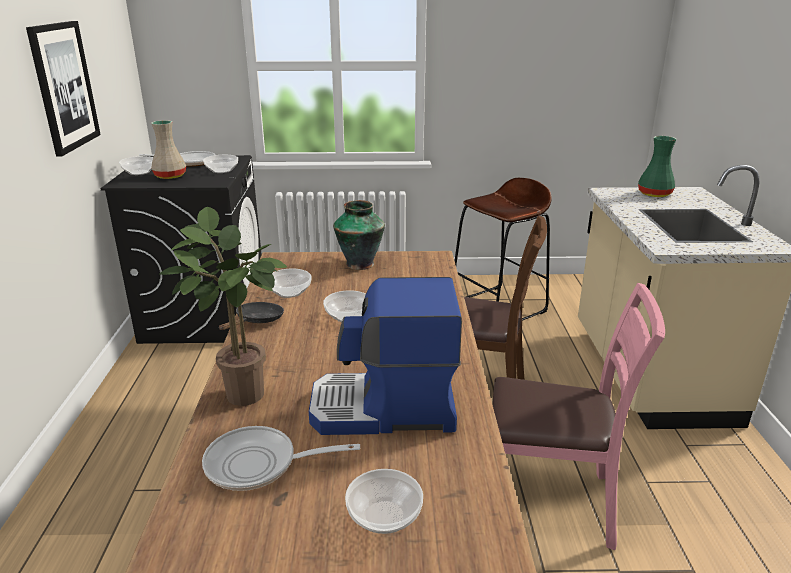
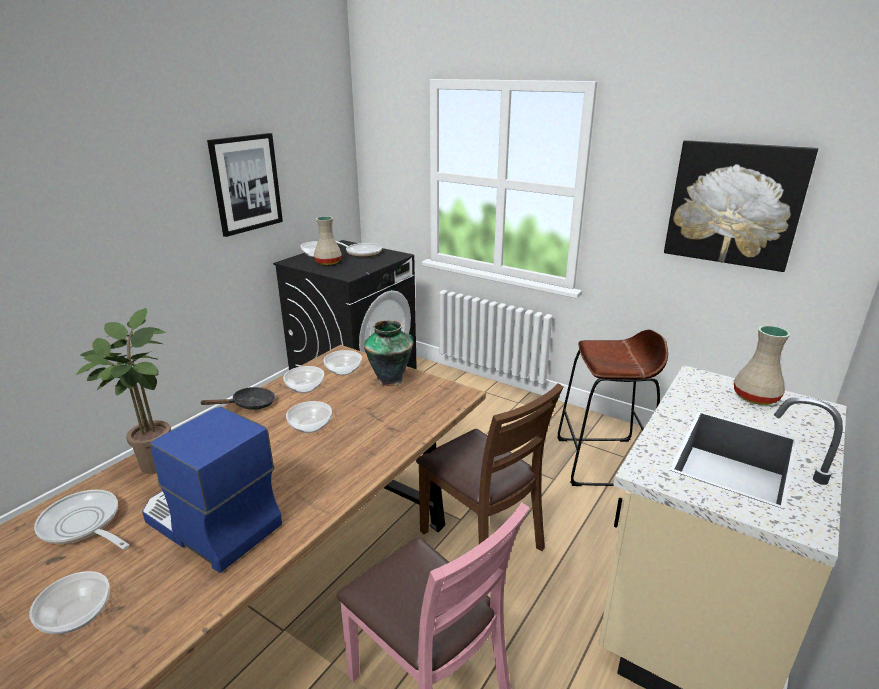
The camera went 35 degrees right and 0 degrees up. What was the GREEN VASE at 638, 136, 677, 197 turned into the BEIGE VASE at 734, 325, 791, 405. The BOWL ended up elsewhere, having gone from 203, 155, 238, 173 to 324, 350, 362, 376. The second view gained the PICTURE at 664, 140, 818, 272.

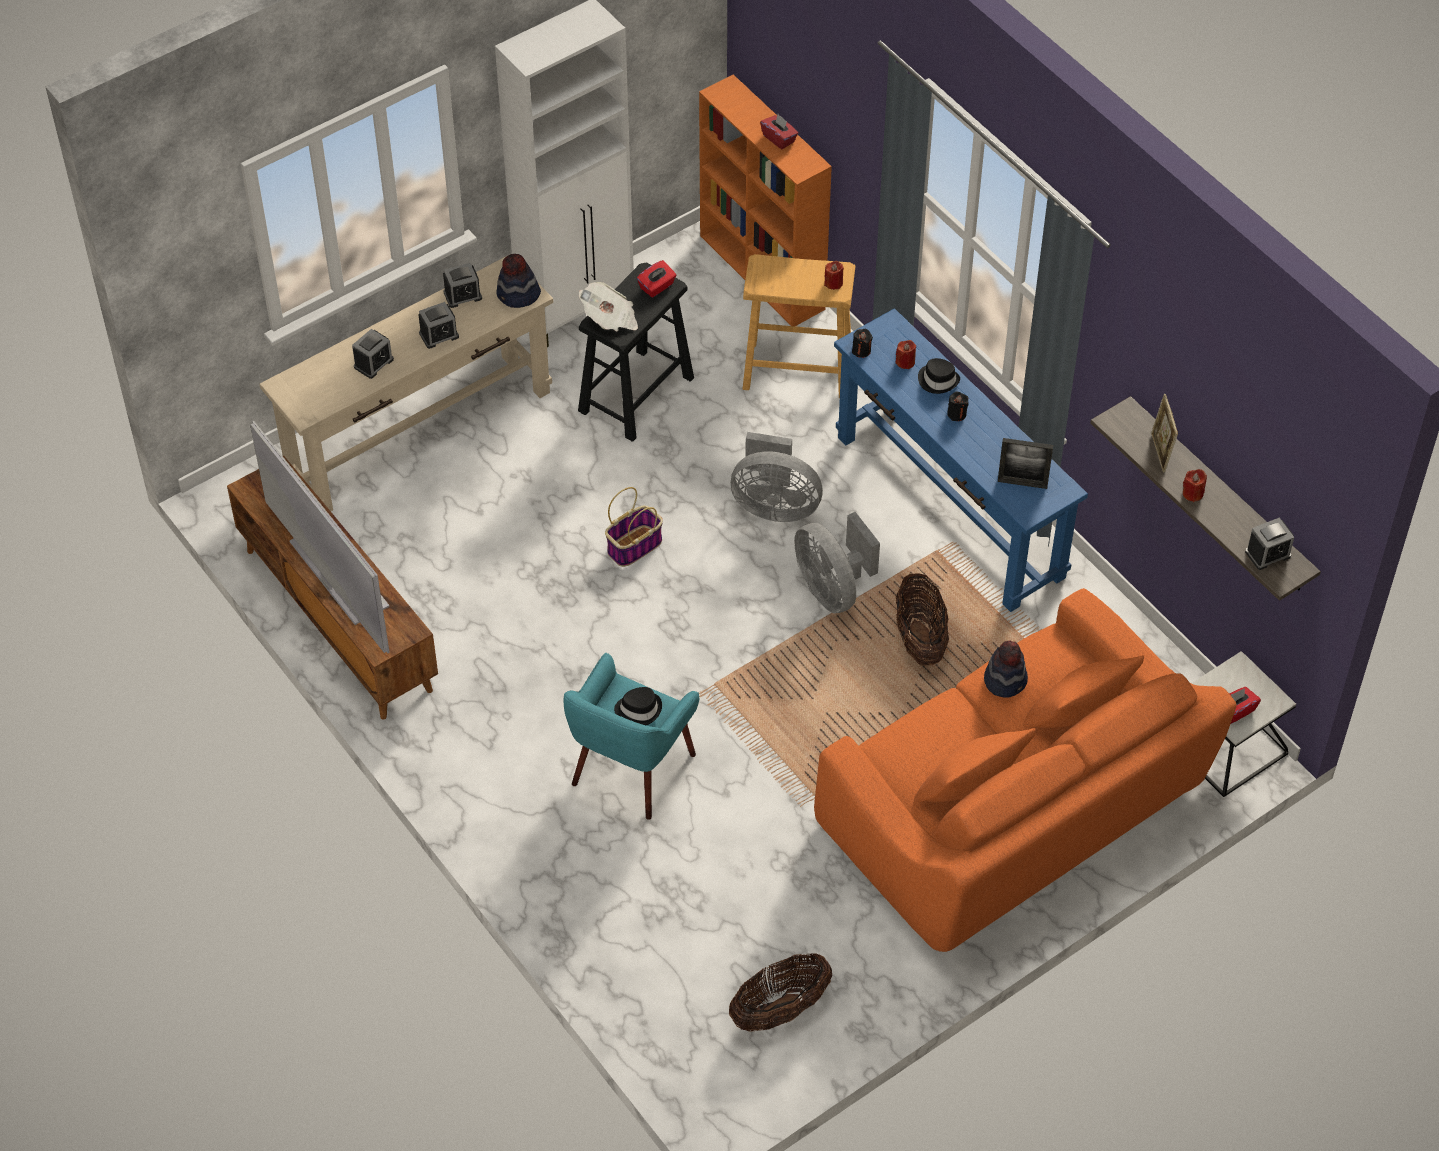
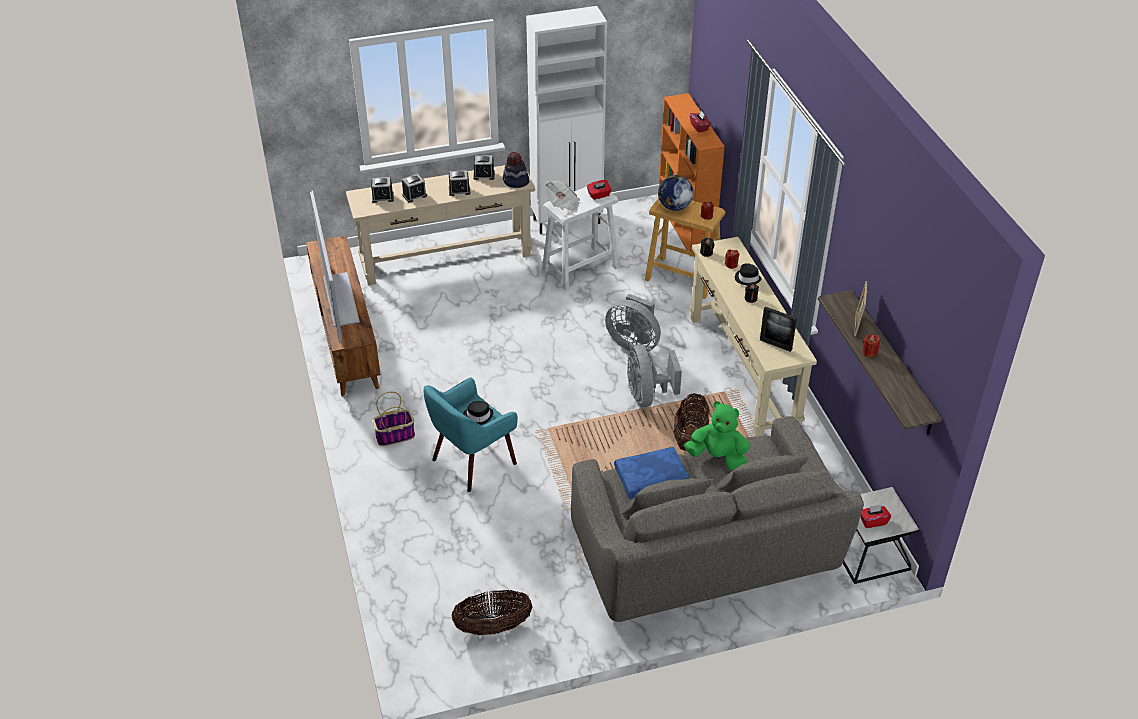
The camera went 20 degrees right and 10 degrees down. What was the BLACK STOOL at 578, 262, 694, 442 turned into the WHITE STOOL at 542, 186, 619, 291. What was the BLUE CONSOLE TABLE at 834, 308, 1088, 612 turned into the BEIGE CONSOLE TABLE at 689, 237, 817, 436. The BASKET ended up elsewhere, having gone from 605, 487, 663, 567 to 373, 392, 415, 446. The ALARM CLOCK ended up elsewhere, having gone from 1245, 518, 1294, 570 to 371, 177, 394, 203. What was the ORANGE SOFA at 814, 588, 1236, 952 turned into the GREY SOFA at 571, 416, 864, 622. Where the HAT stood at 984, 640, 1028, 698, the GREEN PLUSH TOY came to stand at 684, 401, 750, 470. The second view gained the GLOBE at 658, 175, 694, 211. The second view gained the BLUE PILLOW at 614, 447, 690, 499.

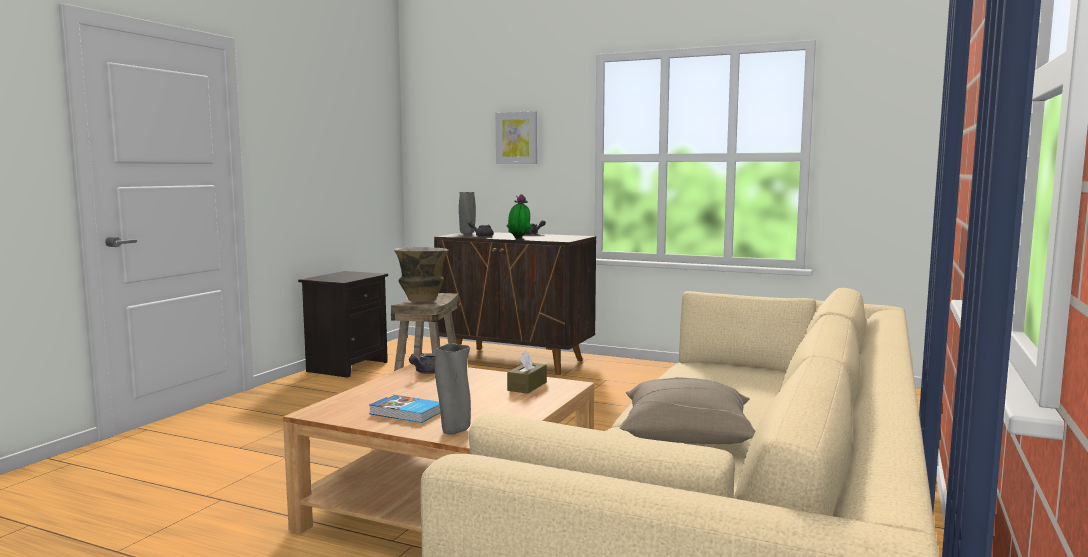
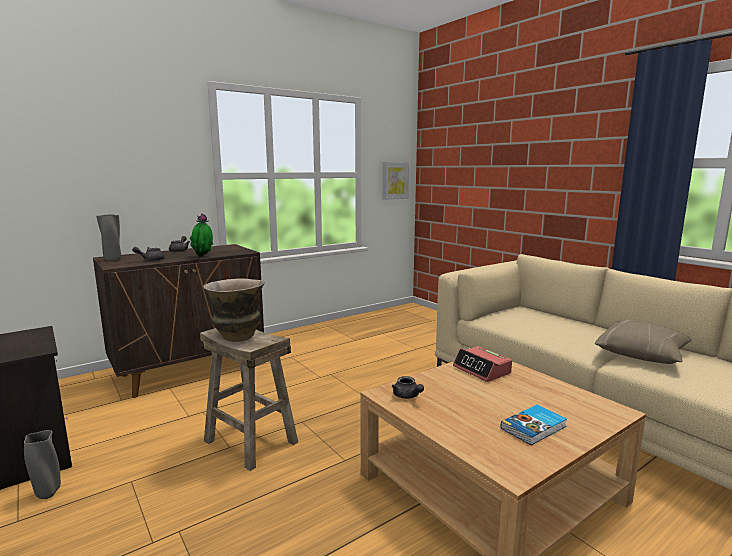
The camera went 60 degrees left and 5 degrees up. The PICTURE ended up elsewhere, having gone from 496, 111, 537, 164 to 383, 162, 409, 200. The GREY VASE ended up elsewhere, having gone from 435, 343, 471, 435 to 24, 430, 61, 499. Where the BROWN TISSUE BOX stood at 507, 350, 547, 394, the ALARM CLOCK came to stand at 453, 346, 512, 382.

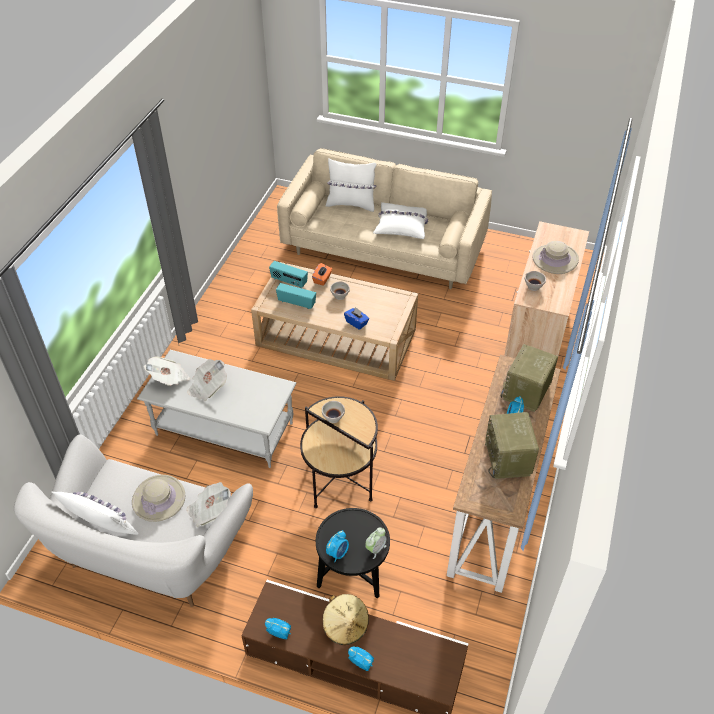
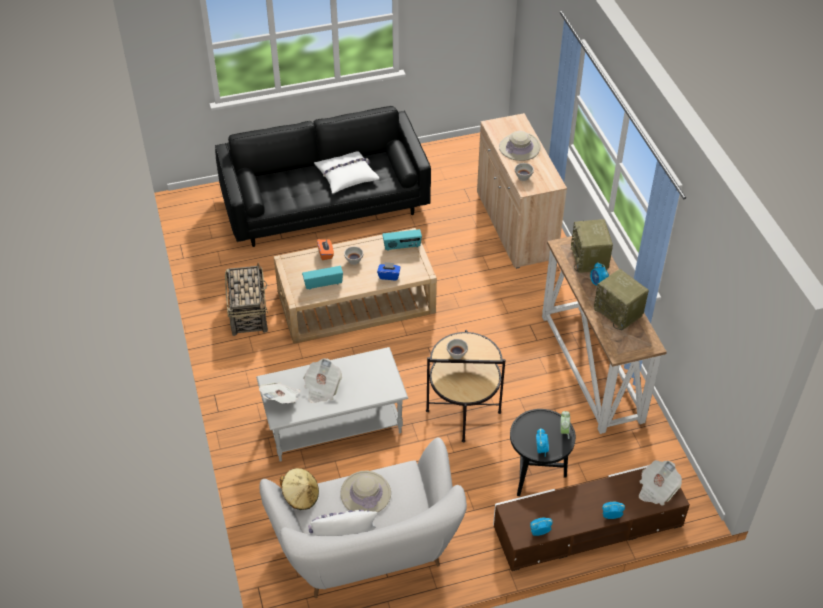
The camera went 35 degrees left and 0 degrees up. What was the BEIGE SOFA at 277, 148, 492, 289 turned into the BLACK SOFA at 215, 106, 431, 247. The second view lost the WHITE PILLOW at 326, 158, 376, 212. The RADIO ended up elsewhere, having gone from 269, 261, 308, 288 to 382, 229, 422, 251. The NEWSPAPER ended up elsewhere, having gone from 186, 482, 231, 527 to 639, 460, 682, 505. The BEIGE HAT ended up elsewhere, having gone from 323, 594, 369, 645 to 280, 468, 319, 510. The second view gained the BASKET at 225, 263, 268, 336.

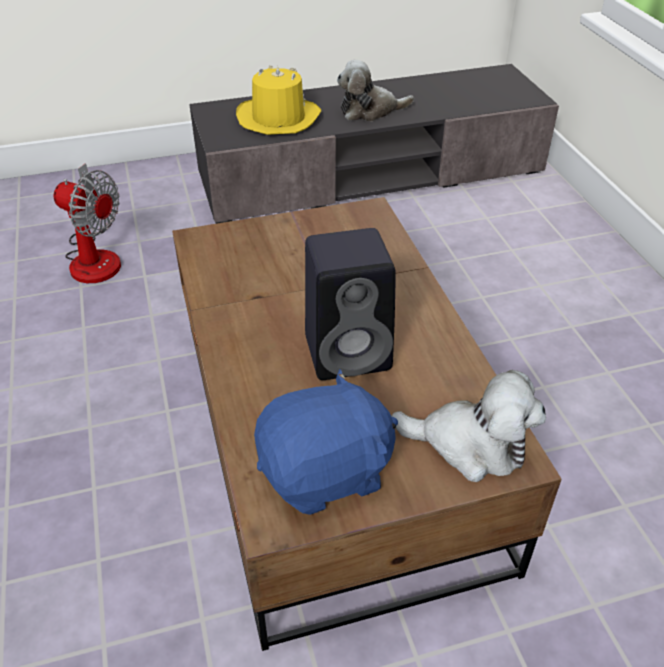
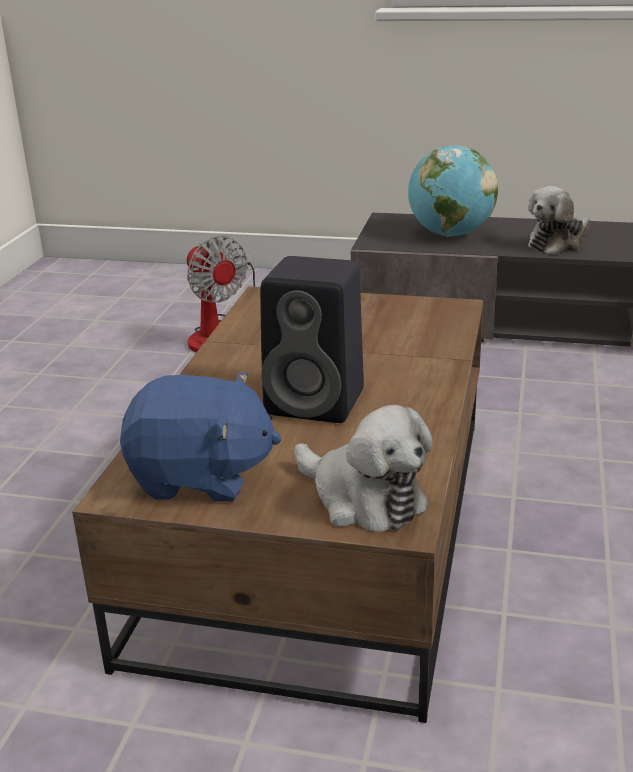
The camera went 30 degrees right and 15 degrees down. The PLUSH TOY at 337, 60, 414, 121 ended up facing another way, 60 degrees counterclockwise from before. Where the YELLOW HAT stood at 236, 66, 321, 135, the GLOBE came to stand at 408, 145, 498, 237.

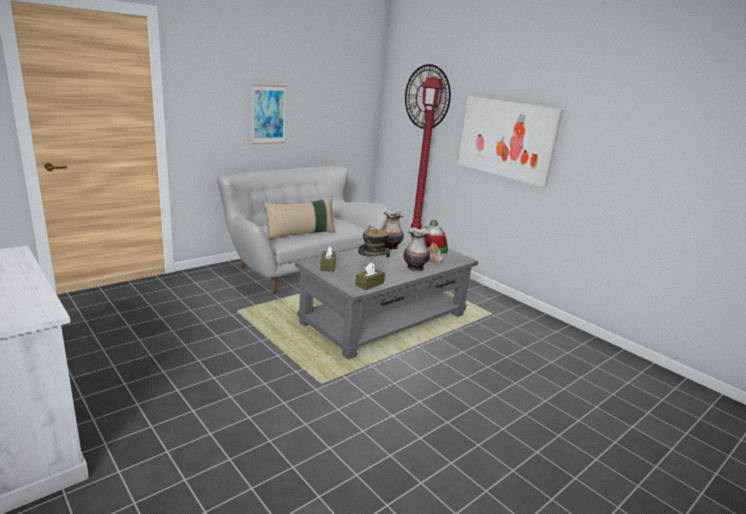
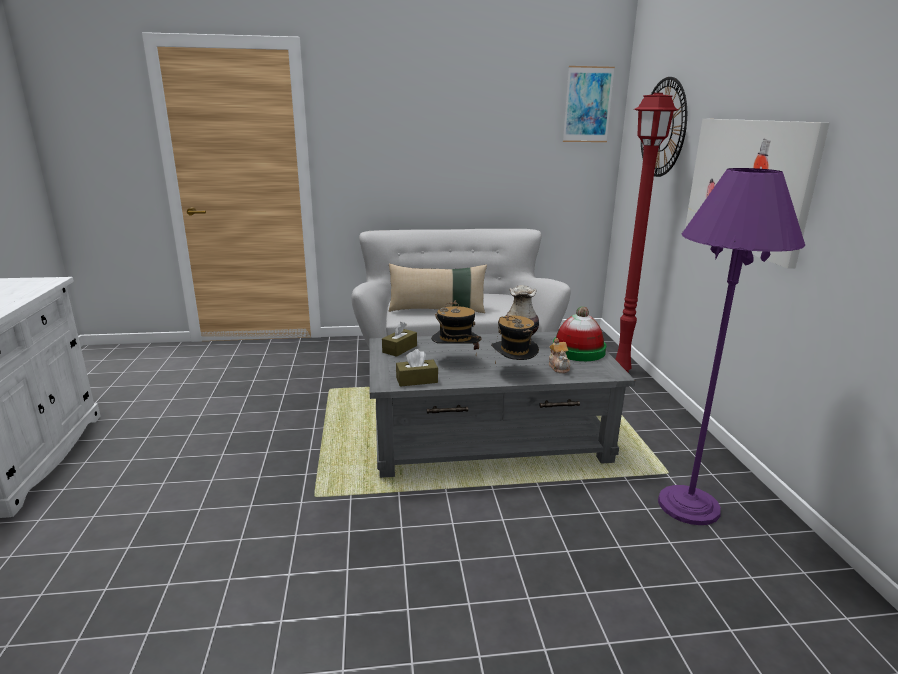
The camera went 35 degrees right and 0 degrees up. The PICTURE ended up elsewhere, having gone from 252, 85, 286, 144 to 563, 66, 615, 142. Where the VASE stood at 404, 227, 430, 271, the HAT came to stand at 491, 315, 539, 365. The second view gained the PURPLE FLOOR LAMP at 658, 168, 805, 525.

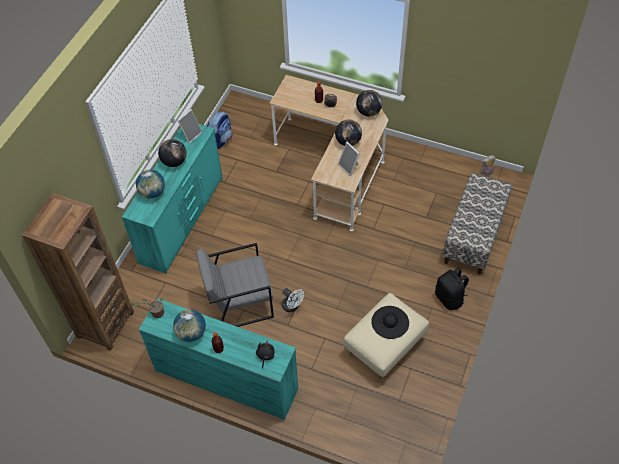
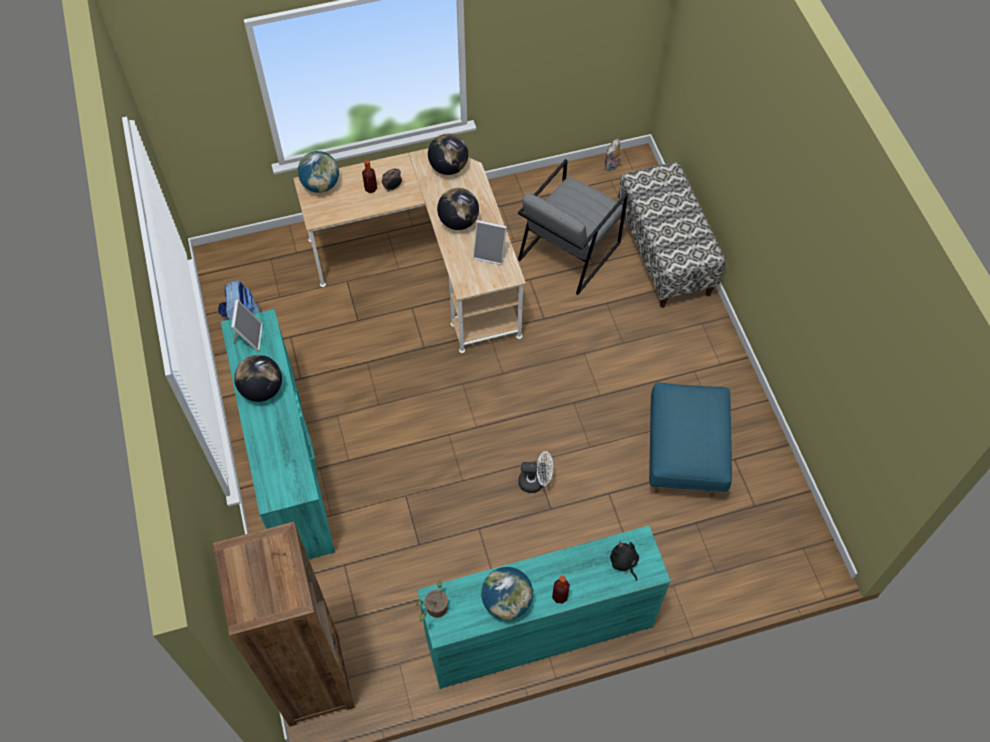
The camera went 40 degrees left and 5 degrees up. The GLOBE ended up elsewhere, having gone from 136, 170, 165, 198 to 297, 151, 339, 193. The GREY ARMCHAIR ended up elsewhere, having gone from 196, 243, 274, 327 to 518, 159, 629, 295. The second view lost the BLACK BACKPACK at 435, 267, 469, 310. What was the BEIGE OTTOMAN at 343, 293, 429, 379 turned into the BLUE OTTOMAN at 649, 382, 732, 497. The second view lost the BLACK HAT at 371, 306, 409, 339.

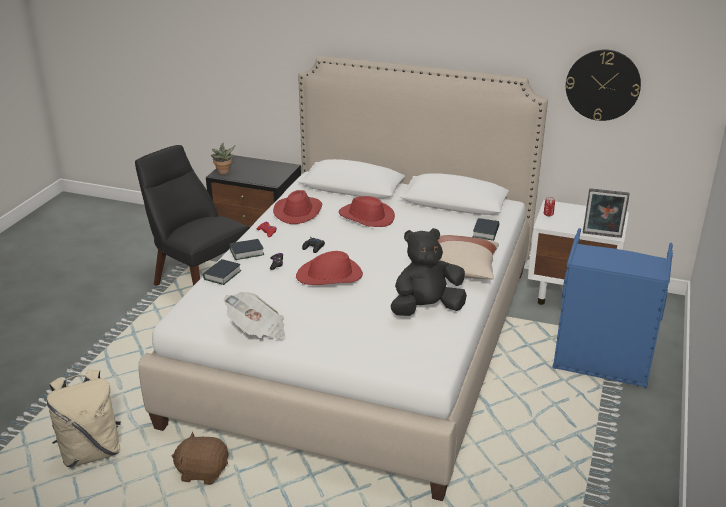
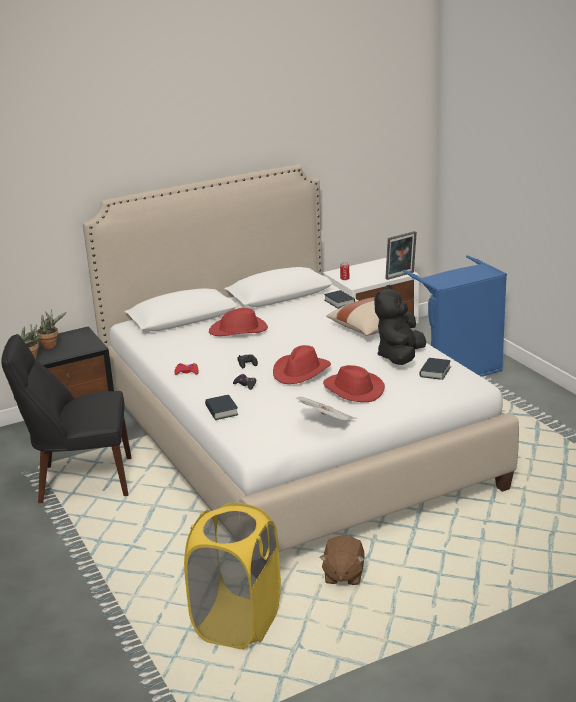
The camera went 45 degrees left and 5 degrees down. The second view lost the WALL CLOCK at 566, 49, 641, 121. The RED HAT ended up elsewhere, having gone from 273, 190, 322, 224 to 323, 365, 385, 402. The BOOK ended up elsewhere, having gone from 229, 239, 264, 260 to 419, 358, 451, 380. Where the BEIGE BACKPACK stood at 47, 369, 121, 467, the YELLOW LAUNDRY BASKET came to stand at 184, 503, 281, 649. The BROWN PLUSH TOY at 172, 432, 228, 485 ended up facing another way, 45 degrees counterclockwise from before. The second view gained the POTTED PLANT at 37, 309, 66, 349.

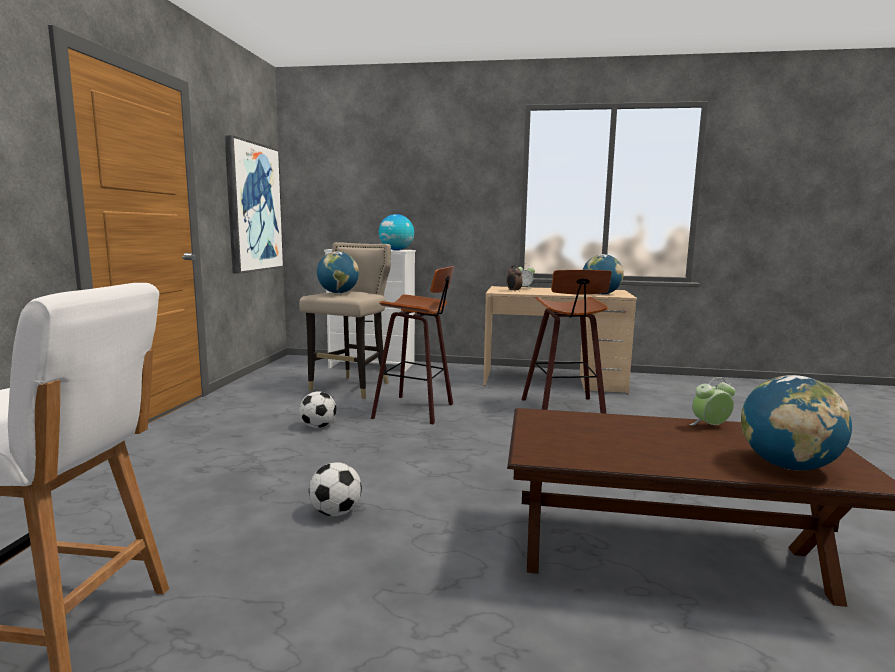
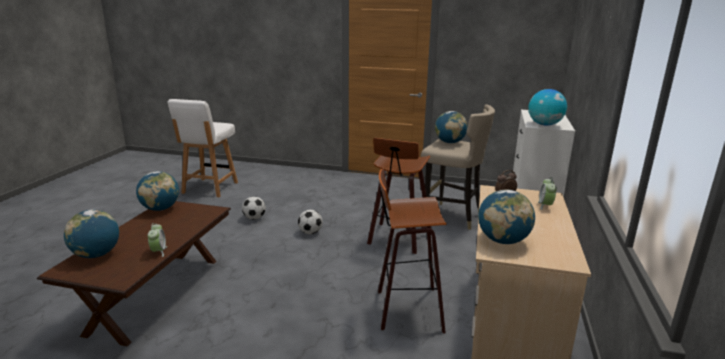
The camera went 95 degrees right and 10 degrees up. The second view lost the PICTURE at 225, 135, 284, 273. The FOOTBALL ended up elsewhere, having gone from 299, 391, 336, 428 to 298, 210, 323, 234. The second view gained the GLOBE at 136, 171, 179, 211.

